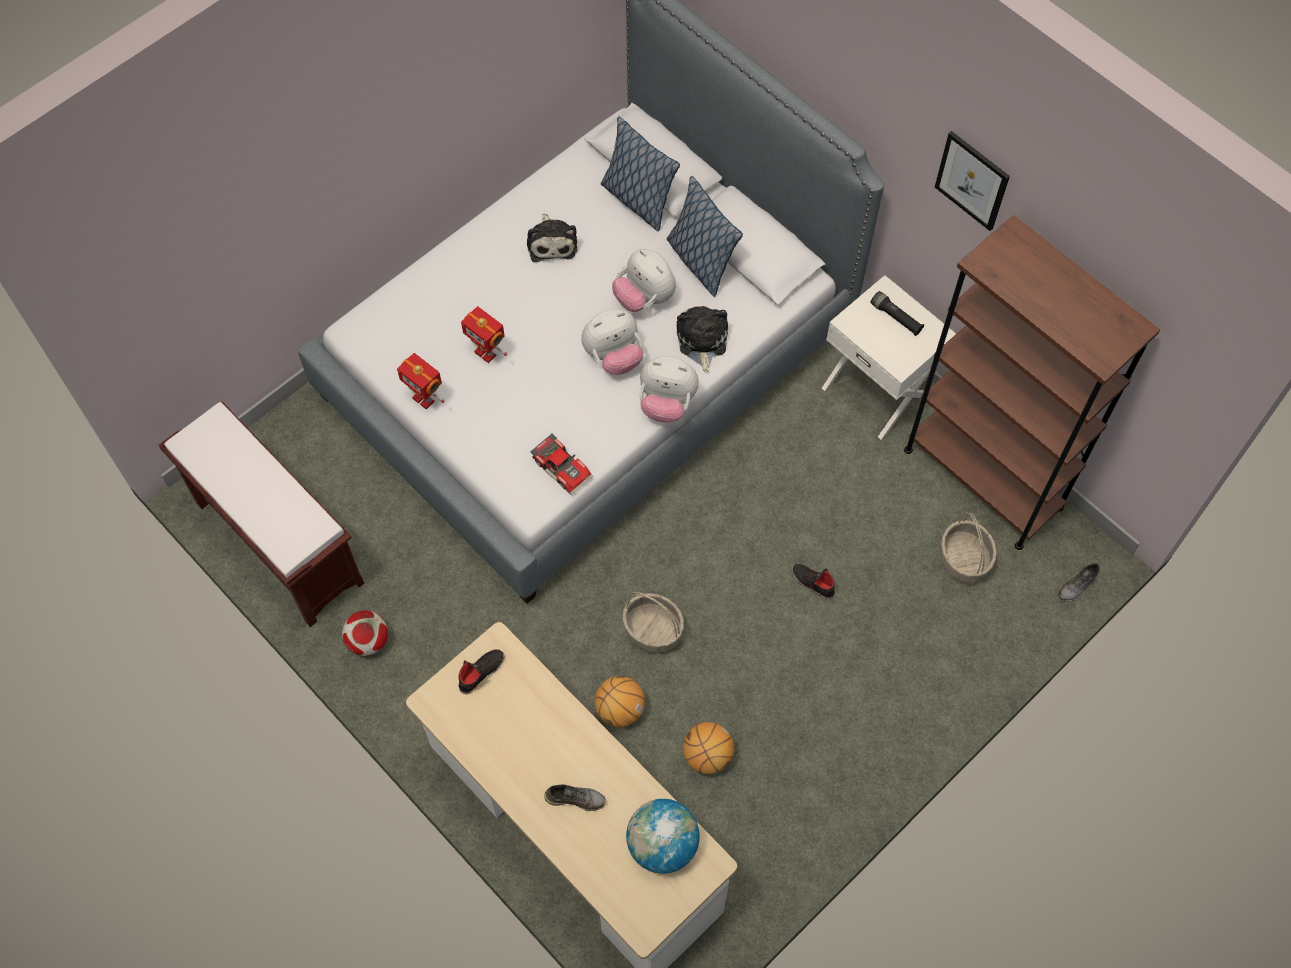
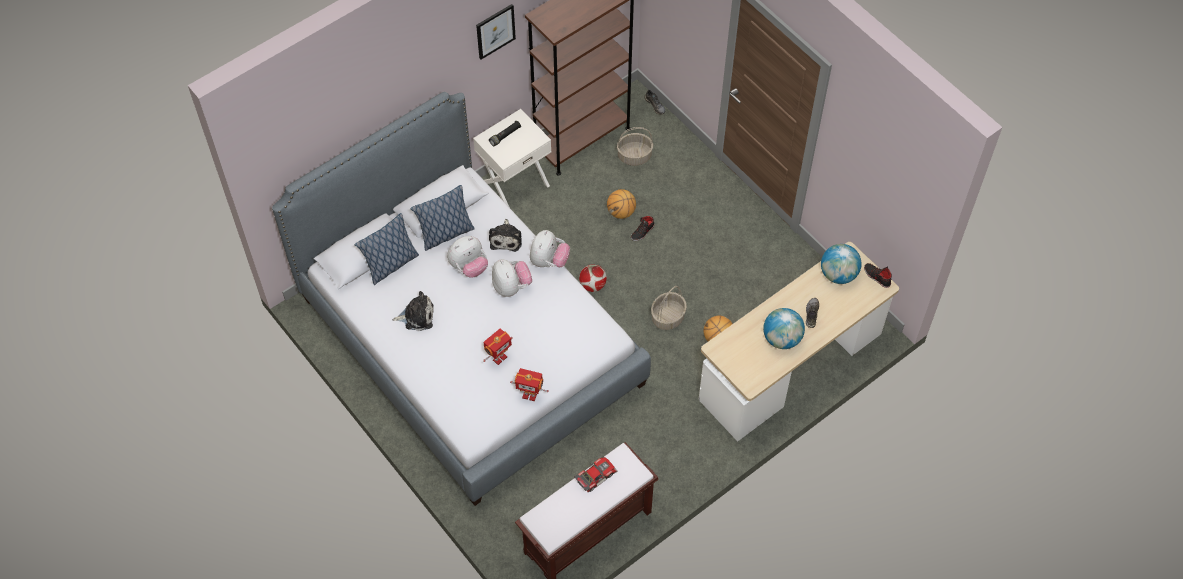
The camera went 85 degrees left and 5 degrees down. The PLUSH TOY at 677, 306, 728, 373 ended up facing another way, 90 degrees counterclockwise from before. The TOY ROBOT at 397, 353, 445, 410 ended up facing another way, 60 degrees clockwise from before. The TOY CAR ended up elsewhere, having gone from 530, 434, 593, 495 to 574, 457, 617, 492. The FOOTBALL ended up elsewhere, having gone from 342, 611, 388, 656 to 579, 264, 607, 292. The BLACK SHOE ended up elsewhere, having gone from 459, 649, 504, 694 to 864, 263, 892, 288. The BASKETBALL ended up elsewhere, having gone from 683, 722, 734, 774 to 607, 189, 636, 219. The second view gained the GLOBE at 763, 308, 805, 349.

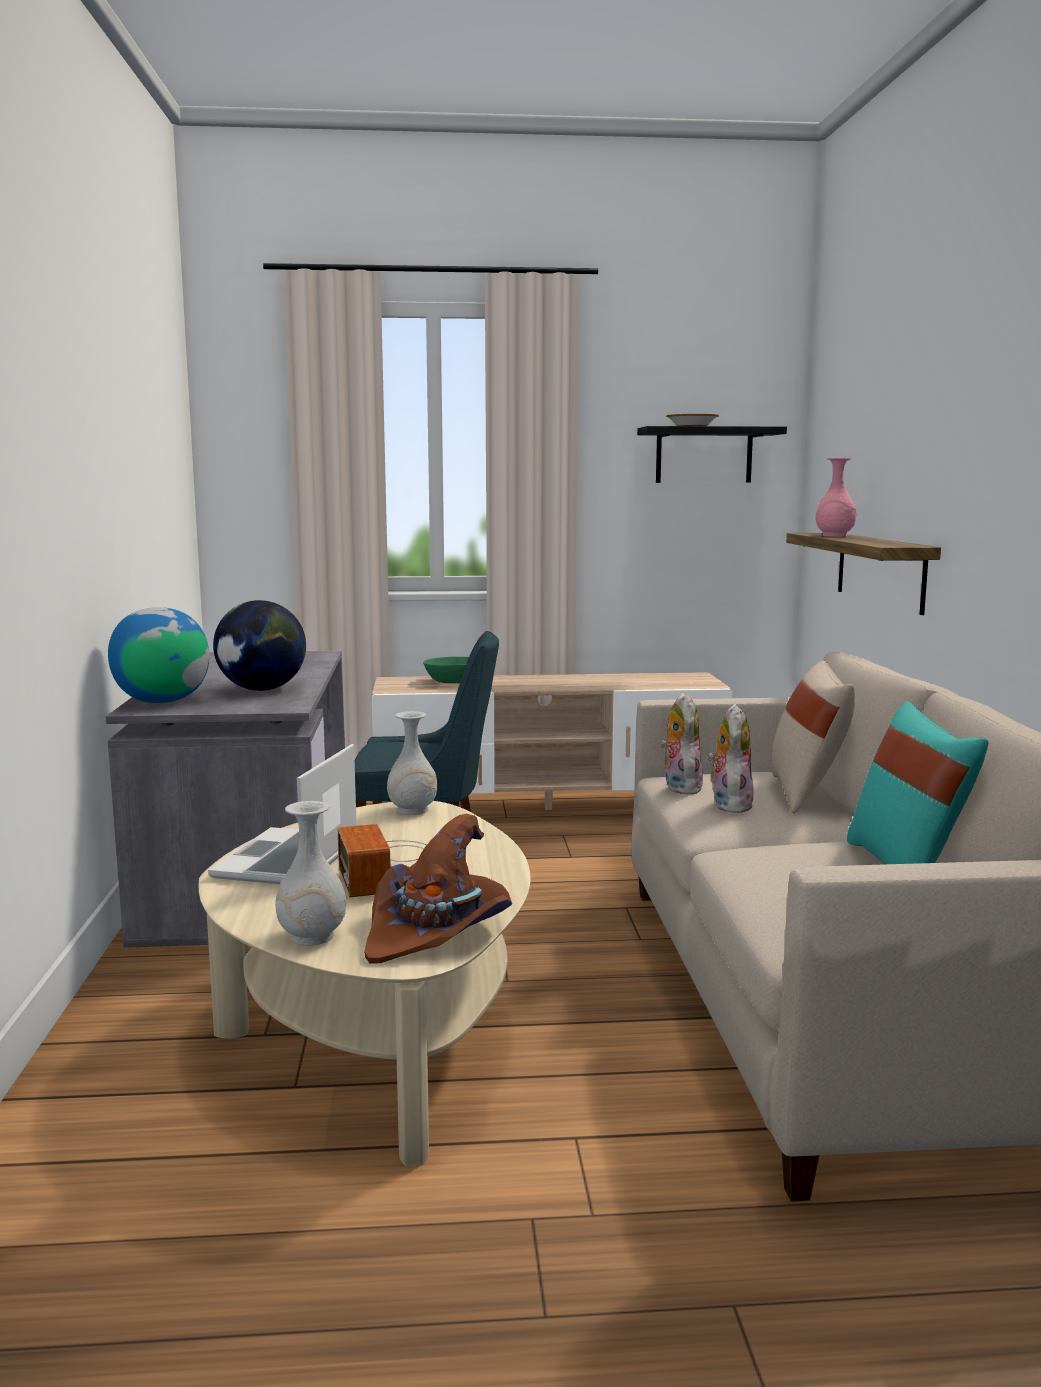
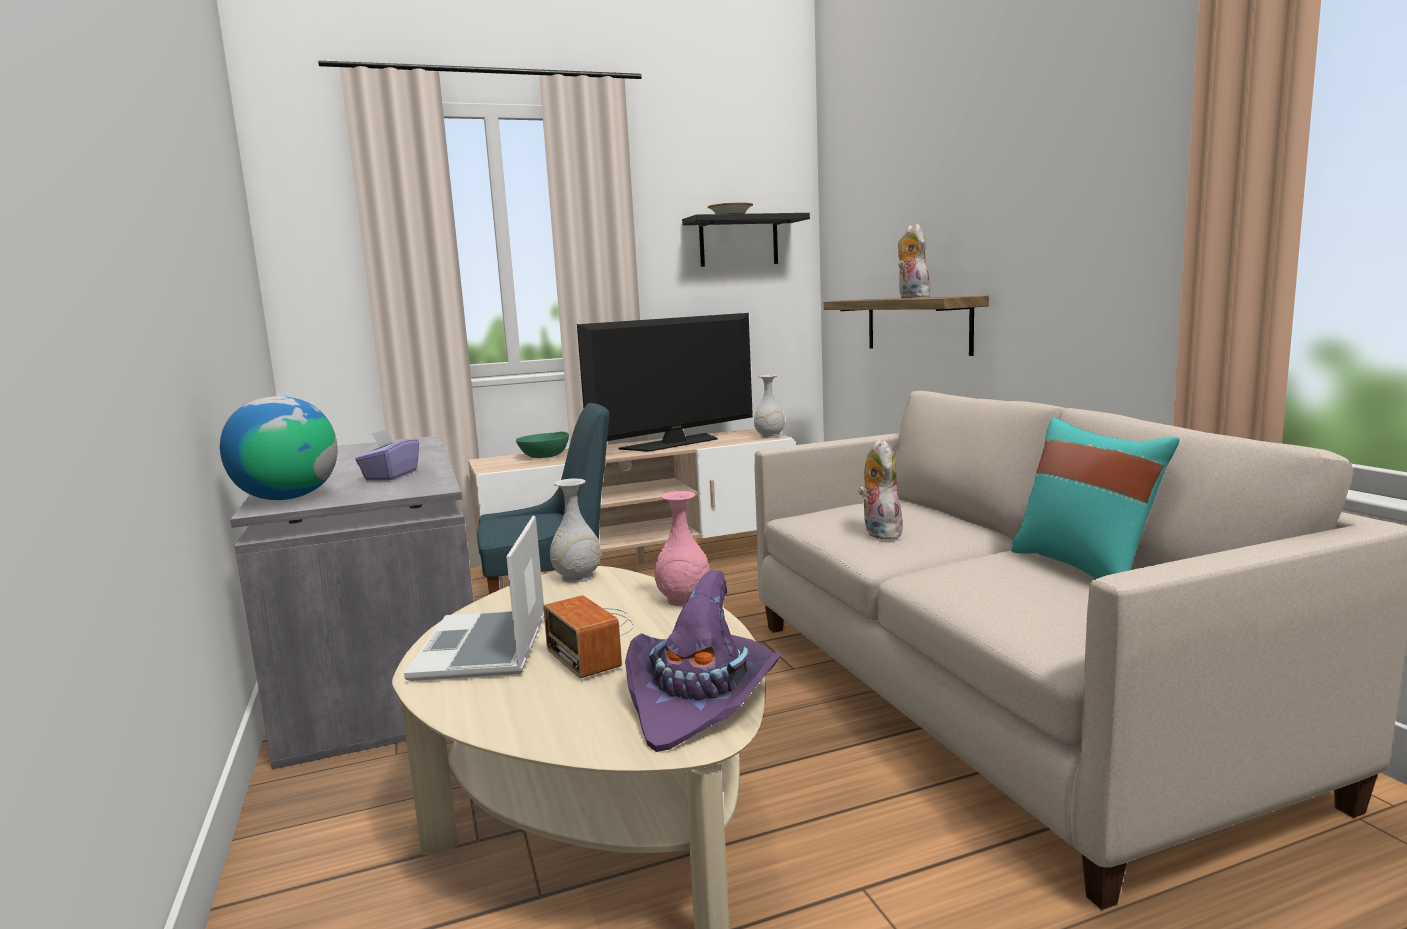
The camera went 15 degrees left and 0 degrees up. The PINK VASE ended up elsewhere, having gone from 815, 458, 856, 537 to 655, 491, 710, 606. Where the GLOBE stood at 213, 600, 306, 691, the PURPLE TISSUE BOX came to stand at 355, 429, 419, 480. The second view lost the BEIGE PILLOW at 772, 660, 855, 814. The PLUSH TOY ended up elsewhere, having gone from 660, 693, 703, 795 to 898, 224, 932, 298. The WHITE VASE ended up elsewhere, having gone from 275, 801, 346, 946 to 754, 375, 785, 438. What was the BROWN HAT at 364, 814, 512, 964 turned into the PURPLE HAT at 625, 570, 782, 752. The second view gained the TELEVISION at 577, 313, 753, 452.

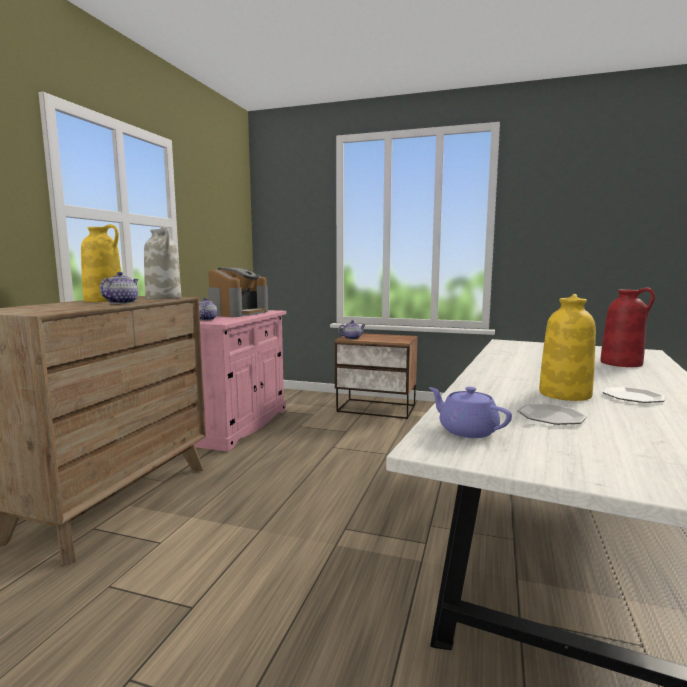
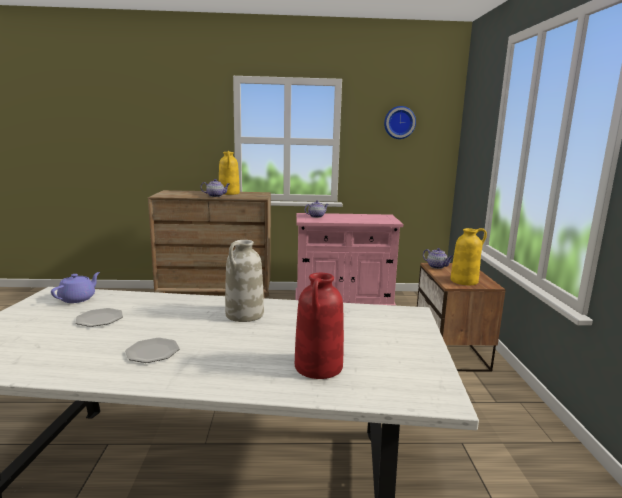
The camera went 70 degrees right and 5 degrees up. The WHITE VASE ended up elsewhere, having gone from 144, 226, 181, 299 to 225, 240, 264, 322. The second view lost the COFFEE MACHINE at 208, 268, 268, 317. The YELLOW VASE ended up elsewhere, having gone from 539, 294, 596, 401 to 450, 228, 487, 285. The second view gained the WALL CLOCK at 384, 106, 416, 139.

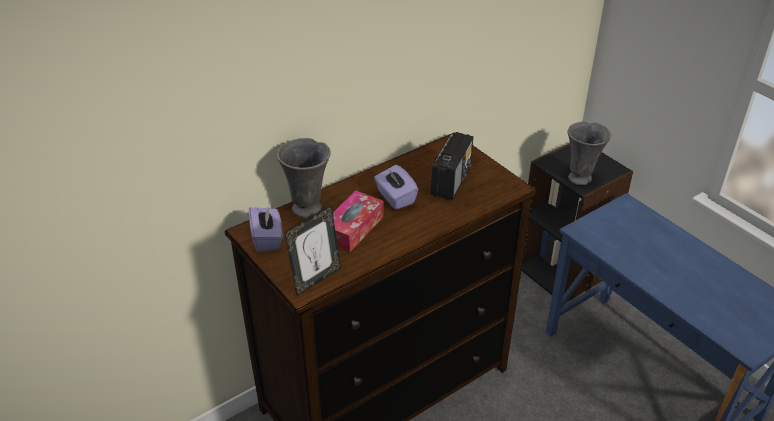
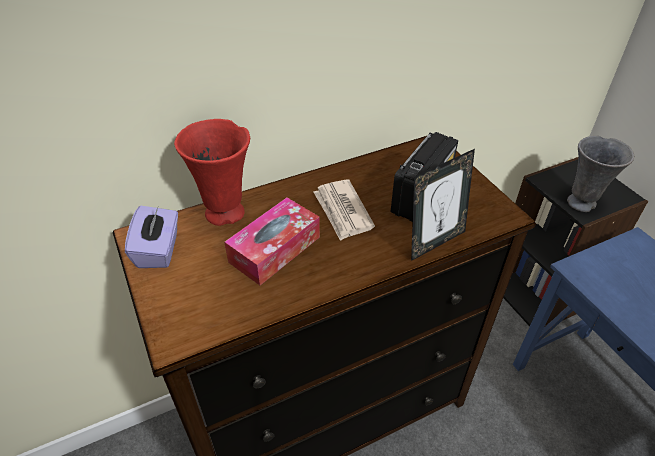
The camera went 10 degrees right and 5 degrees up. What was the GREY VASE at 277, 138, 331, 218 turned into the RED VASE at 174, 119, 250, 226. Where the PURPLE TISSUE BOX stood at 374, 165, 418, 210, the NEWSPAPER came to stand at 313, 179, 375, 241. The PICTURE FRAME ended up elsewhere, having gone from 284, 205, 341, 296 to 411, 149, 475, 261.

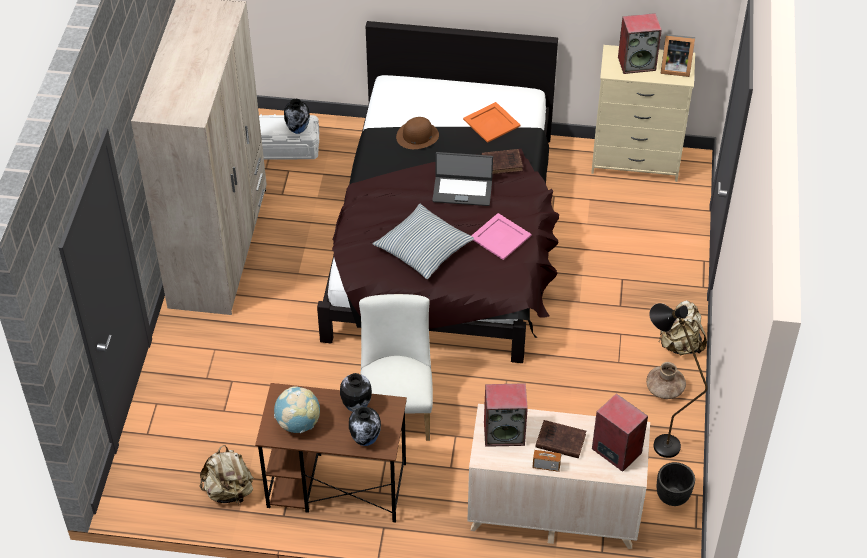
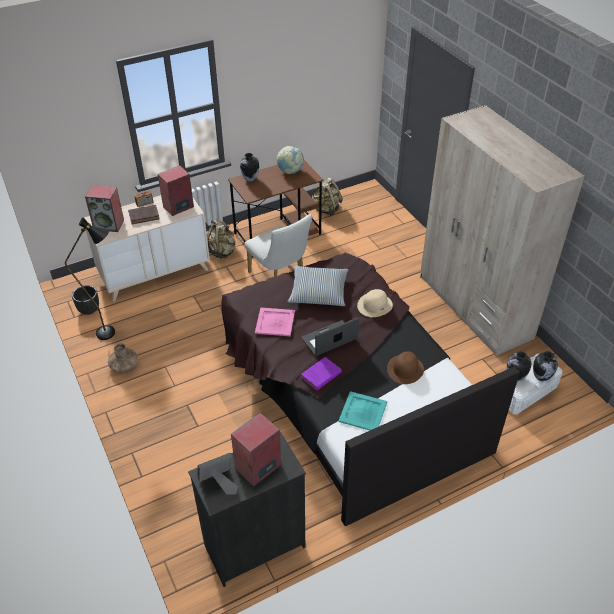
The camera went 145 degrees right and 5 degrees down. What was the BEIGE DRESSER at 591, 45, 695, 182 turned into the BLACK DRESSER at 188, 432, 306, 587. What was the ORANGE TRAY at 463, 102, 520, 143 turned into the TURQUOISE TRAY at 338, 391, 387, 431. What was the BROWN BOOK at 482, 149, 523, 174 turned into the PURPLE BOOK at 301, 357, 342, 391. The BEIGE BACKPACK ended up elsewhere, having gone from 659, 300, 707, 355 to 207, 219, 236, 259. The VASE ended up elsewhere, having gone from 340, 373, 372, 412 to 533, 351, 558, 381. The second view gained the BEIGE HAT at 357, 289, 393, 317.

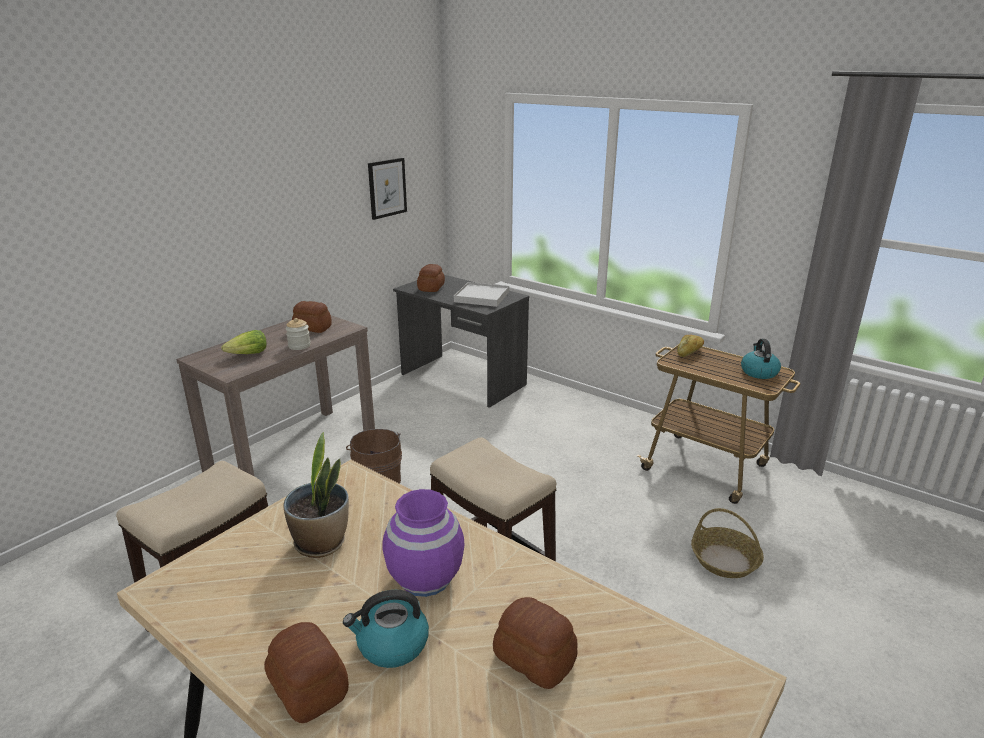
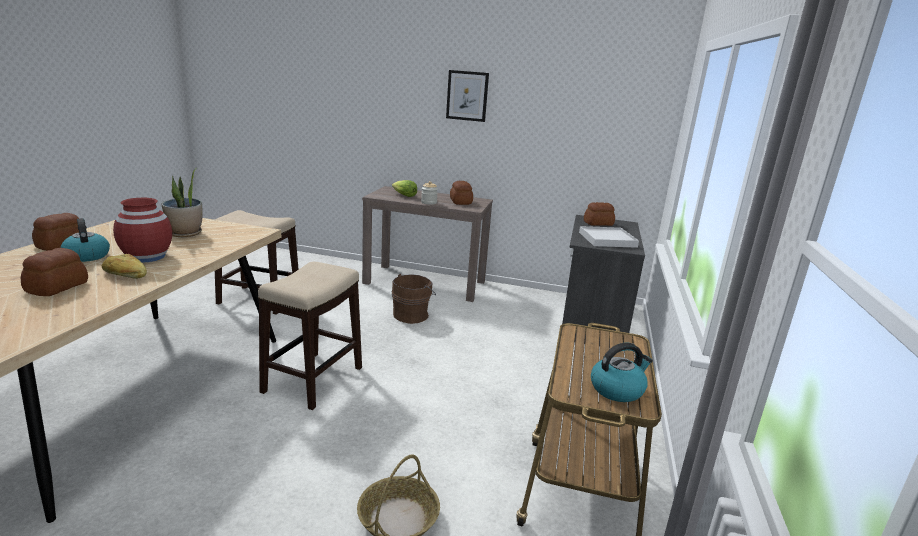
The camera went 65 degrees right and 5 degrees down. The PICTURE ended up elsewhere, having gone from 368, 158, 407, 220 to 446, 70, 489, 122. The BREAD ended up elsewhere, having gone from 677, 335, 704, 357 to 102, 254, 147, 279. What was the PURPLE VASE at 382, 489, 465, 597 turned into the RED VASE at 113, 198, 172, 263.

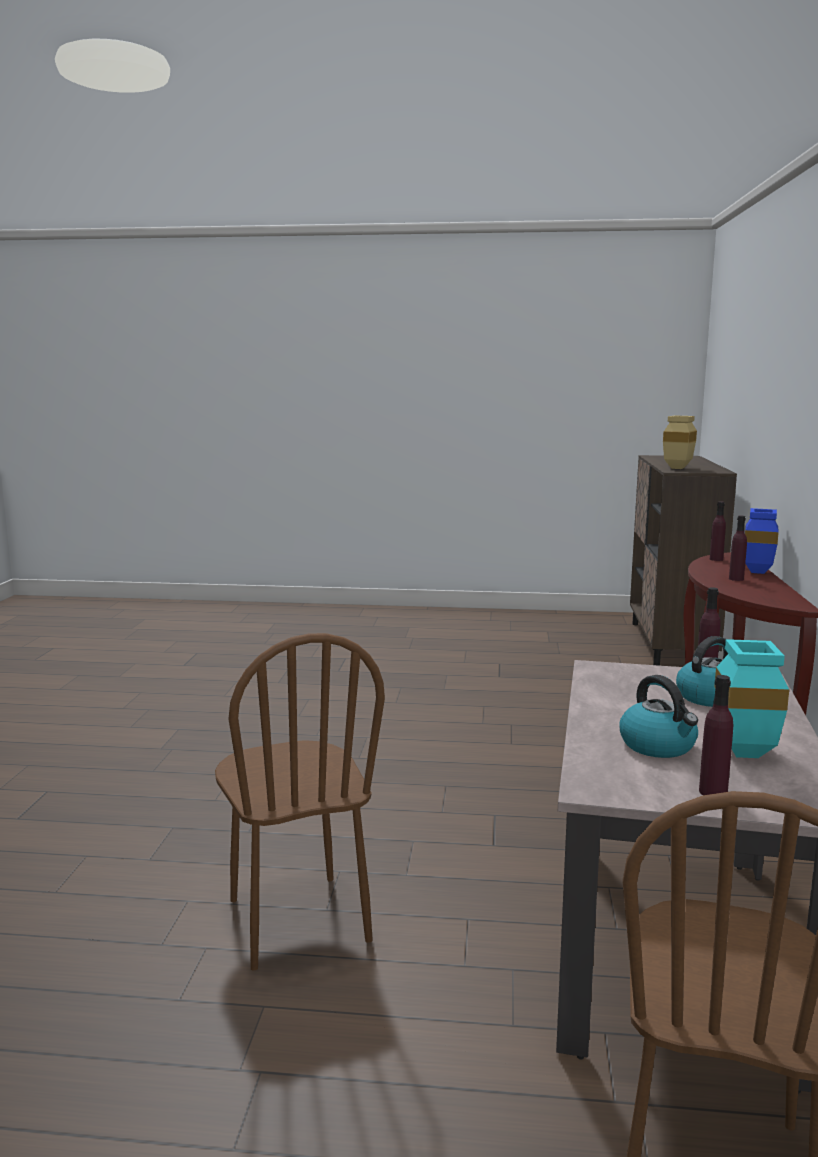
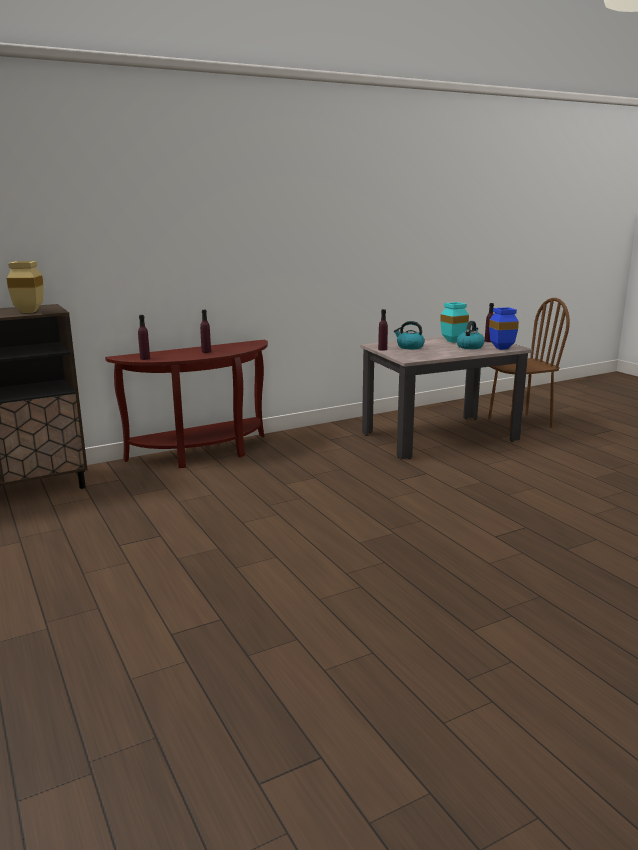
The camera went 125 degrees left and 5 degrees up. The BLUE VASE ended up elsewhere, having gone from 745, 508, 779, 574 to 489, 307, 519, 350. The second view lost the BROWN CHAIR at 215, 633, 385, 970.

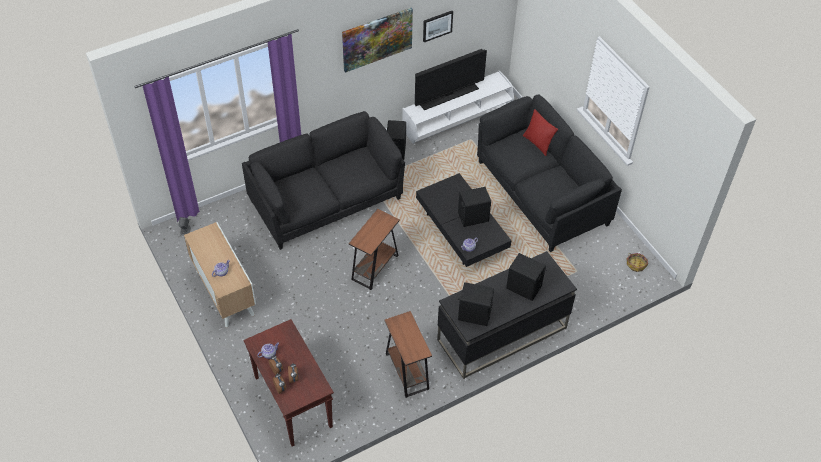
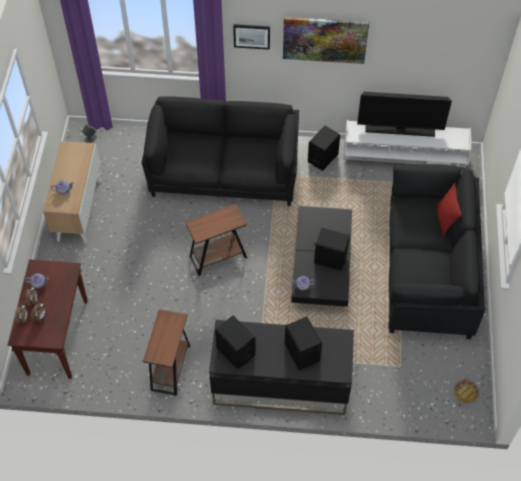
The camera went 35 degrees right and 5 degrees up. The PICTURE ended up elsewhere, having gone from 423, 11, 453, 42 to 233, 24, 270, 50.

